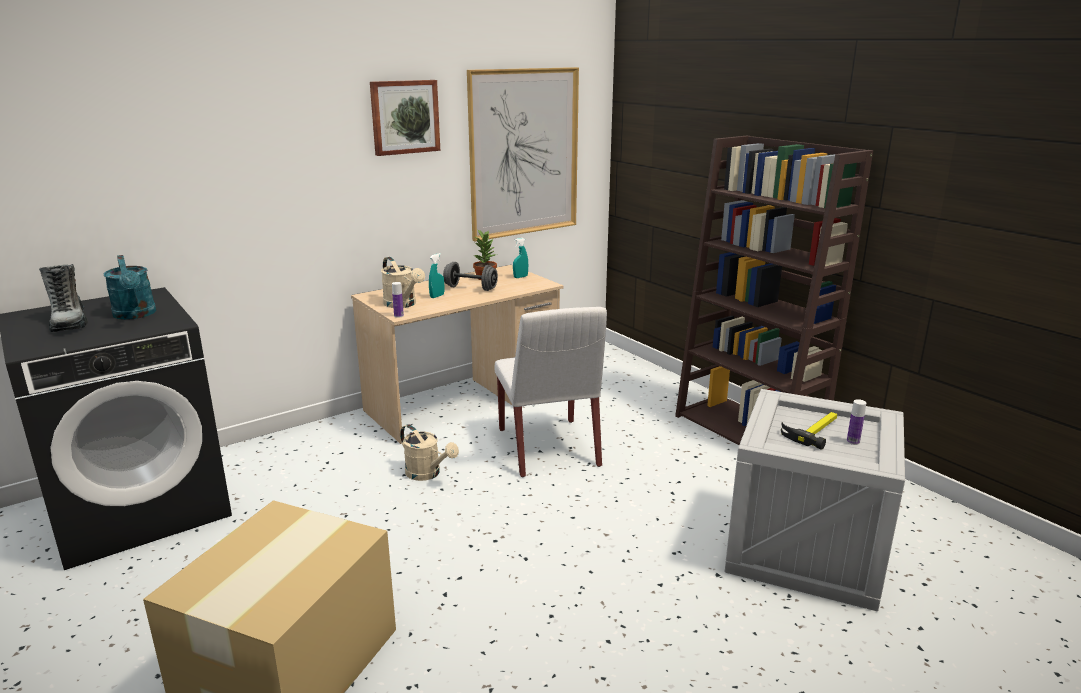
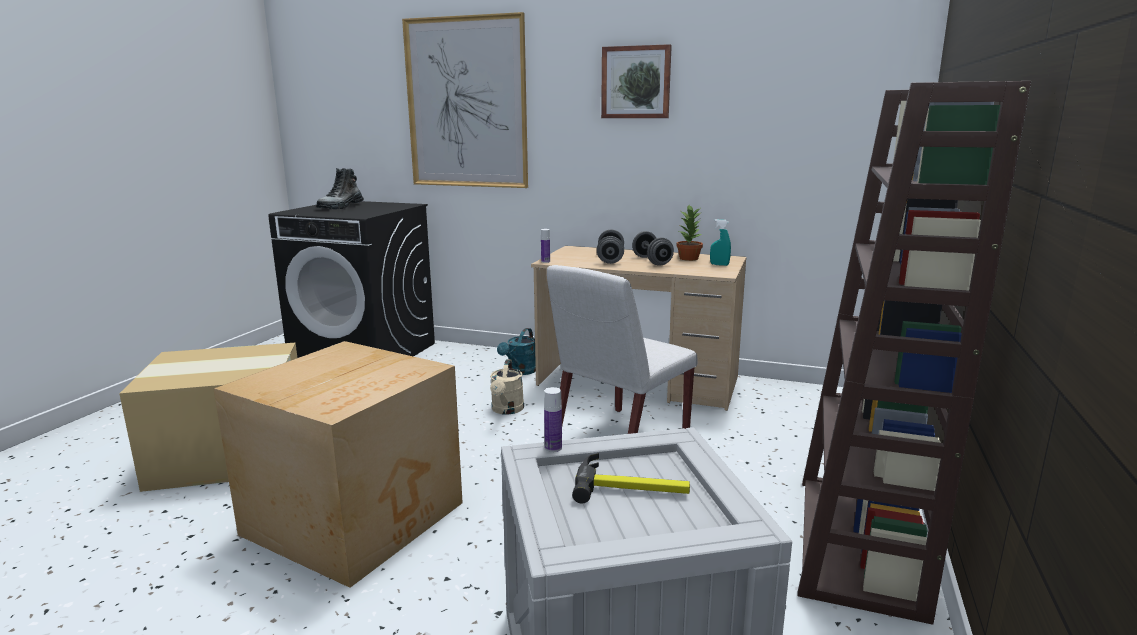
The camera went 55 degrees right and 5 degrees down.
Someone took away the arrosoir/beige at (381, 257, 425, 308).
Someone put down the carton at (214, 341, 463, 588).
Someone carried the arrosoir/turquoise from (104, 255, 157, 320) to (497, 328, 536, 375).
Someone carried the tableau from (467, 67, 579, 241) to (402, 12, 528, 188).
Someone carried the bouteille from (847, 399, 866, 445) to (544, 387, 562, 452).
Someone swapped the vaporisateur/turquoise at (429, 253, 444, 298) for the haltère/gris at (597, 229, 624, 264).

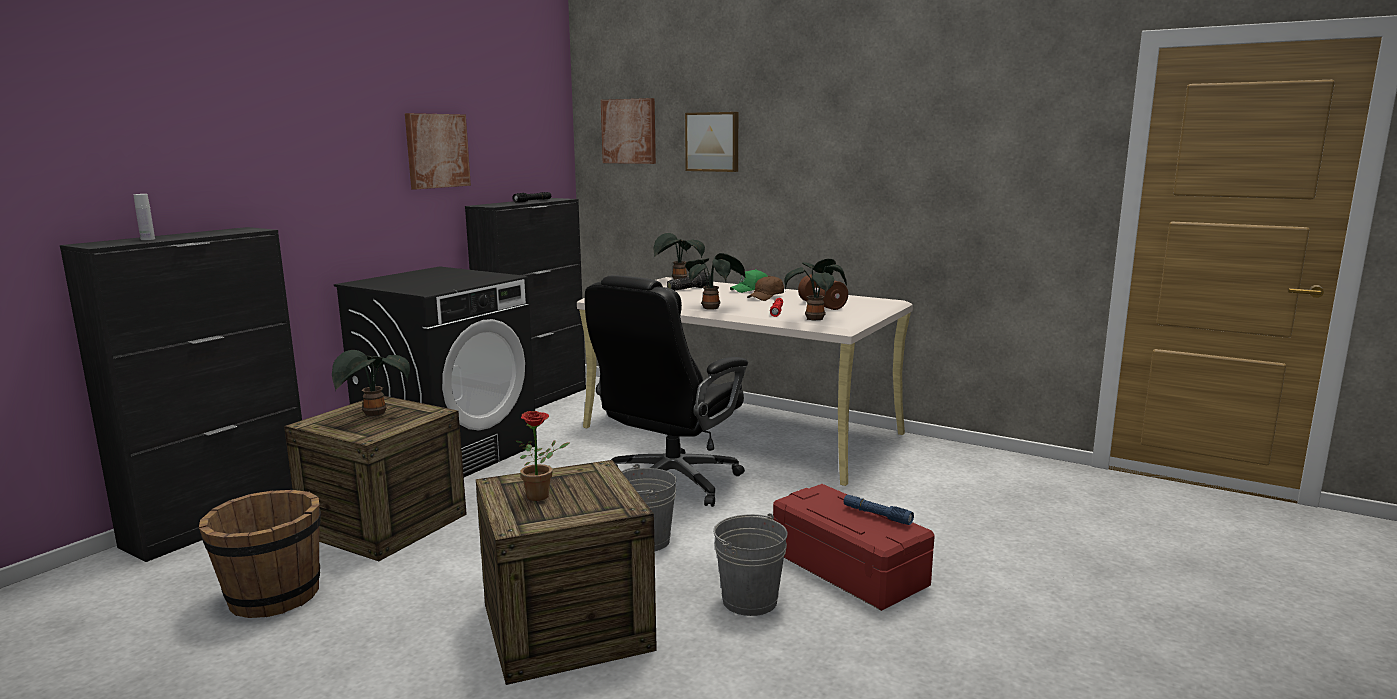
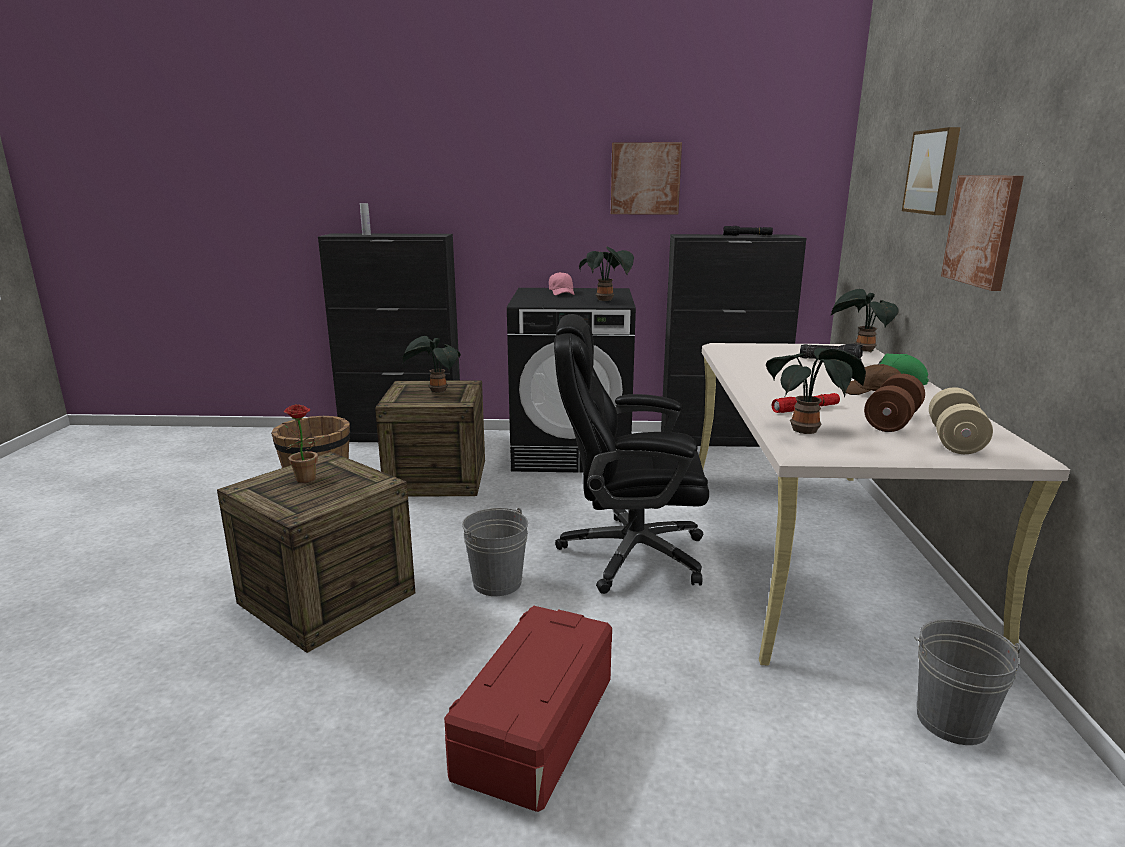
The camera went 60 degrees right and 5 degrees up.
Someone took away the lampe de poche/bleu at (844, 495, 914, 525).
Someone put down the casquette/rose at (549, 272, 574, 295).
Someone put down the haltère/beige at (929, 387, 993, 454).
Someone carried the tableau from (601, 98, 656, 164) to (941, 175, 1024, 291).
Someone carried the plante en pot from (685, 253, 745, 310) to (579, 247, 634, 301).
Someone carried the seau/gris from (713, 513, 788, 616) to (914, 619, 1021, 745).

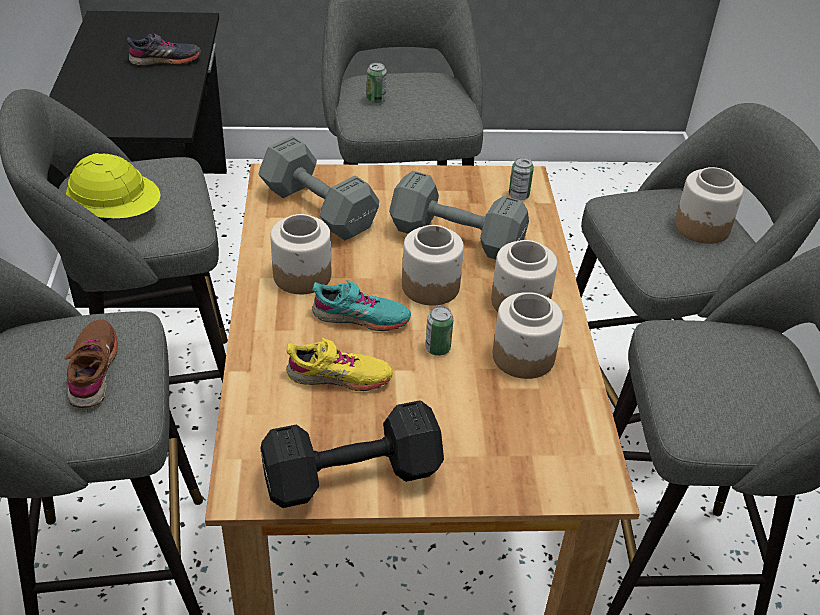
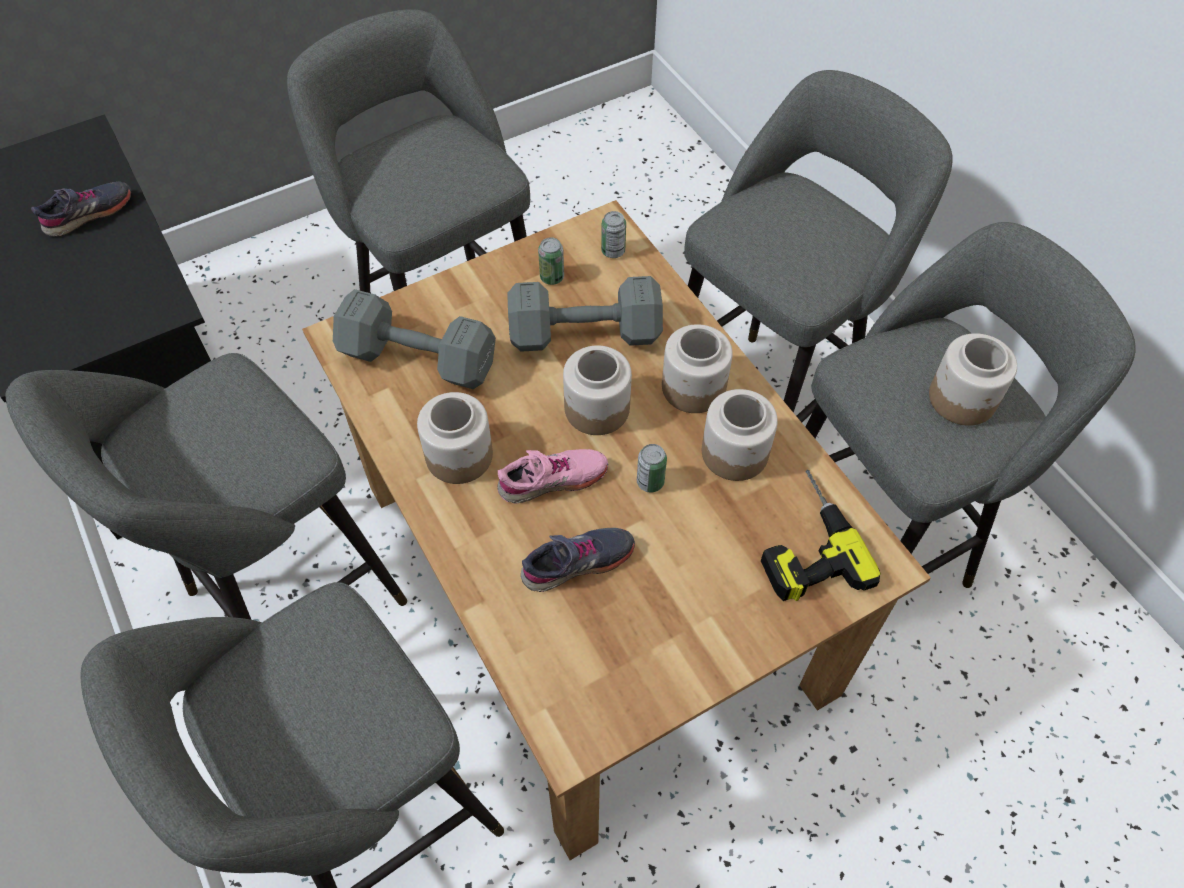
The camera went 25 degrees left and 15 degrees up.
Someone took away the chaussure/marron at (64, 319, 118, 408).
Someone took away the casque de chantier/jaune at (66, 153, 161, 222).
Someone took away the haltère/noir at (260, 400, 444, 508).
Someone put down the perceuse at (761, 470, 881, 601).
Someone carried the boîte métallique from (367, 63, 387, 103) to (538, 237, 564, 285).
Someone carried the bocal from (675, 167, 744, 244) to (929, 333, 1017, 426).
Someone repainted the chaussure/jaune at (286, 338, 393, 391), which became the chaussure/gris at (521, 528, 635, 592).
Someone repainted the chaussure/turquoise at (312, 280, 411, 331), which became the chaussure/rose at (497, 449, 608, 503).

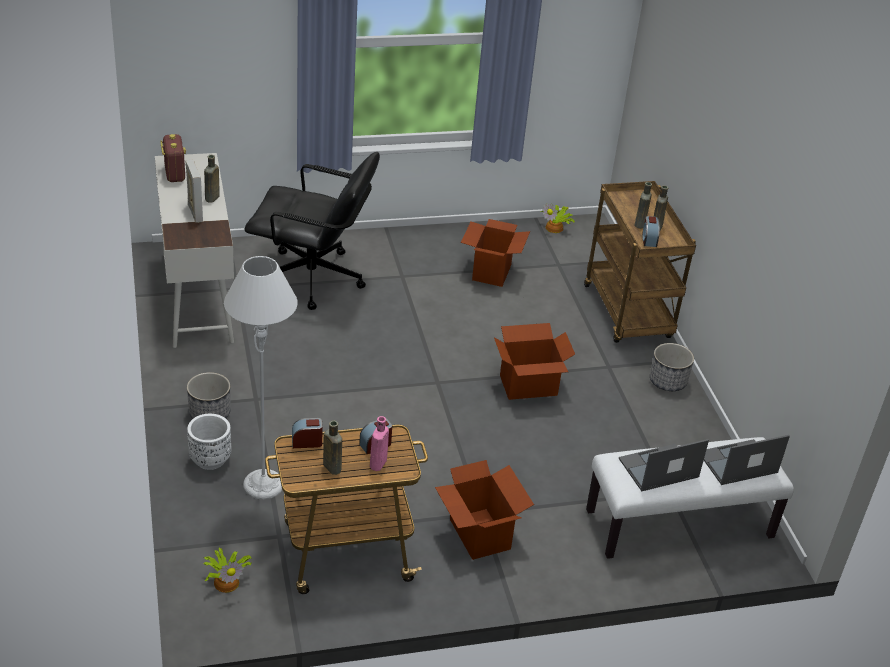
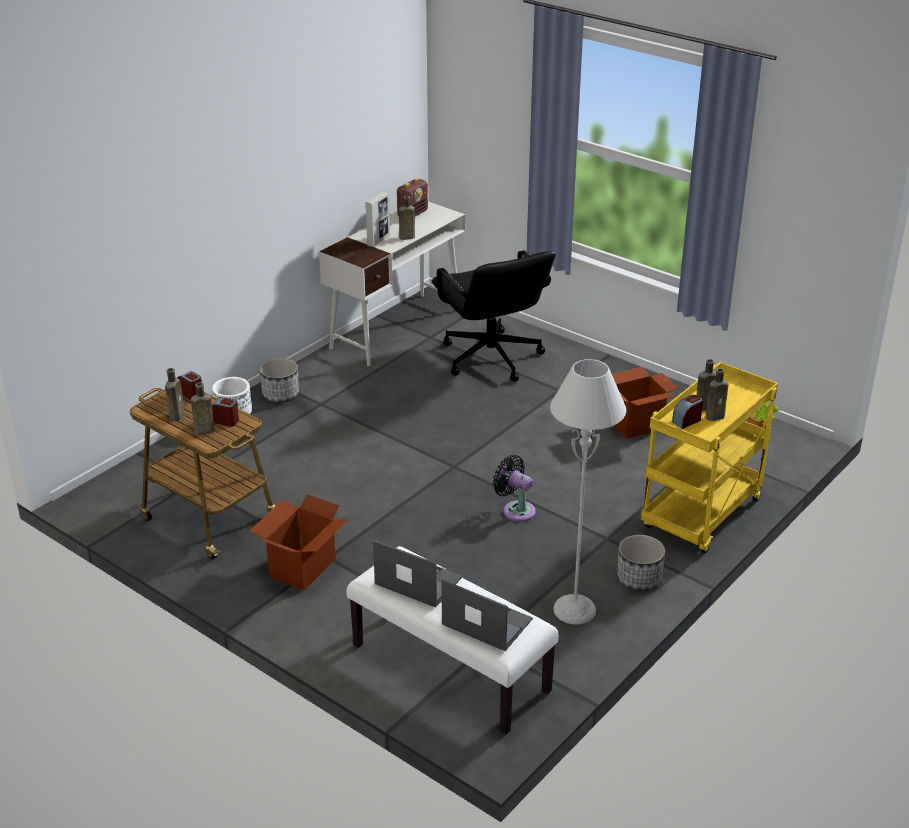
The camera went 55 degrees right and 5 degrees down.
Someone took away the plante en pot at (203, 548, 252, 593).
Someone carried the lampadaire/gris from (224, 256, 298, 500) to (550, 359, 626, 624).
Someone swapped the carton at (494, 323, 575, 400) for the ventilateur/noir at (493, 455, 536, 522).
Someone repainted the bouteille/rose at (370, 416, 389, 471), which became the bouteille/marron at (191, 382, 215, 435).
Someone repainted the chariot/marron at (584, 181, 696, 343), which became the chariot/jaune at (641, 362, 778, 553).

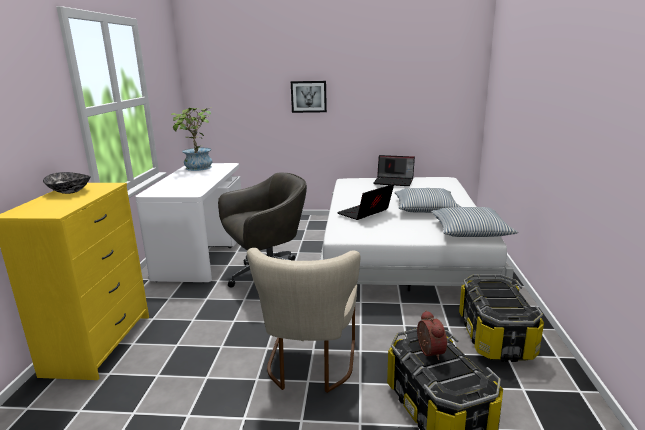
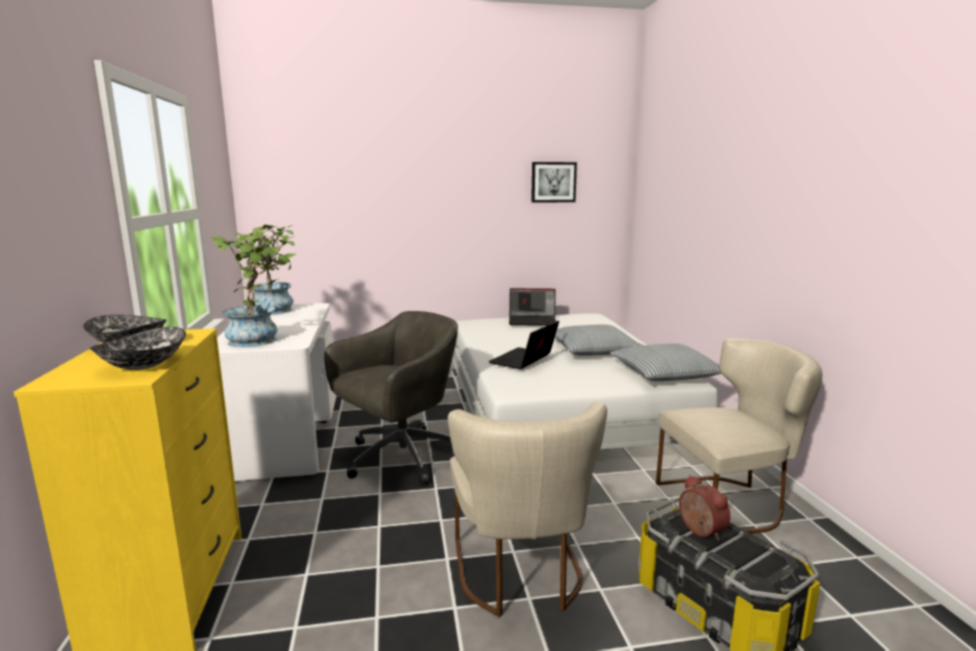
The camera went 15 degrees left and 5 degrees down.
Someone put down the bol at (90, 327, 186, 370).
Someone put down the plante en pot at (211, 231, 296, 347).
Someone carried the tableau from (291, 81, 327, 113) to (531, 162, 577, 203).
Someone swapped the boîte de rangement at (459, 274, 544, 362) for the chaise/beige at (656, 339, 822, 534).

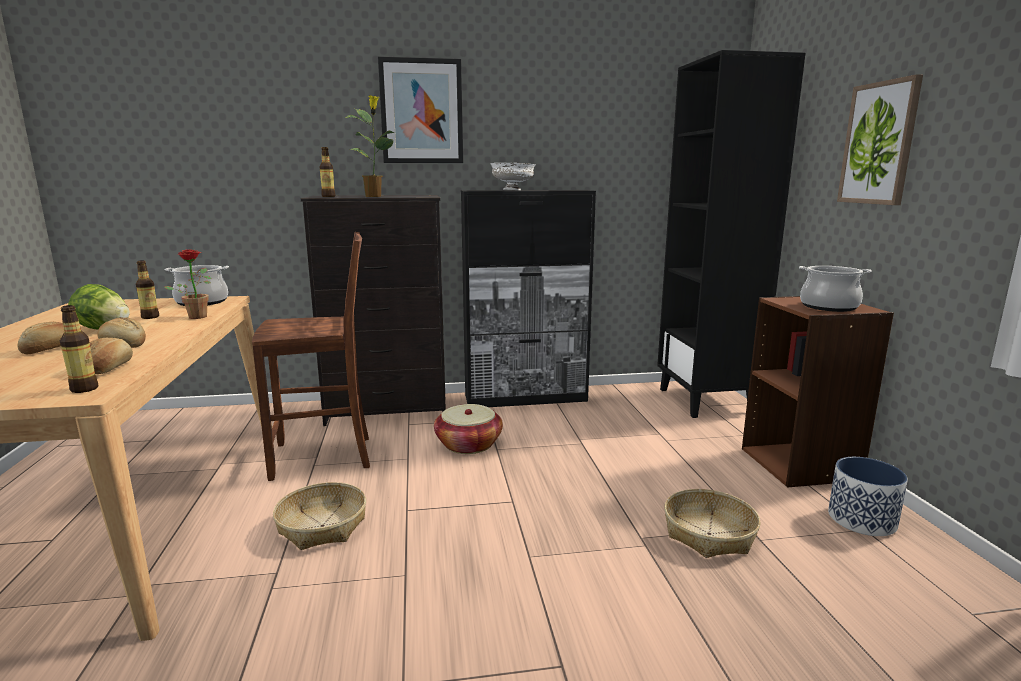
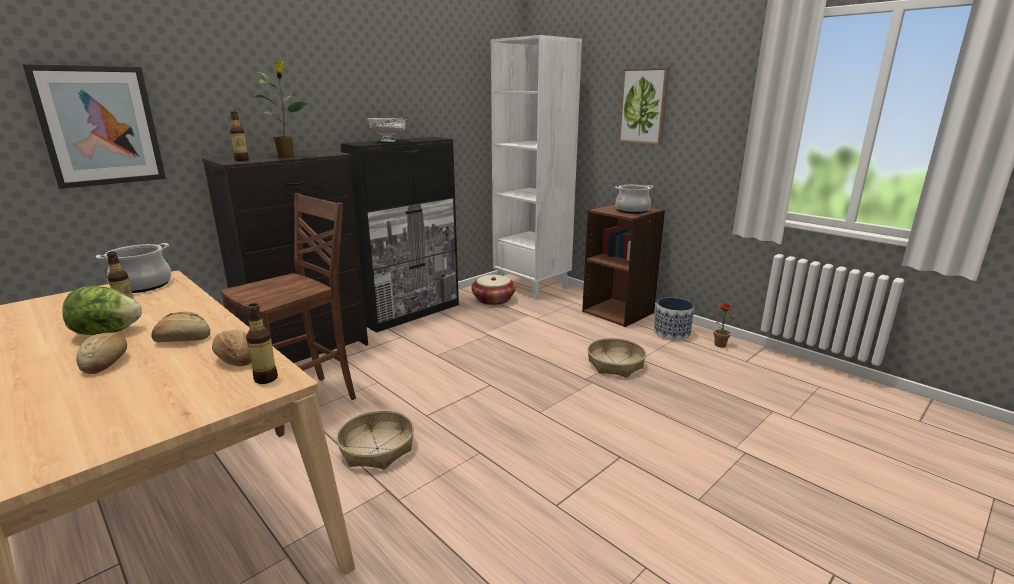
The camera went 35 degrees left and 5 degrees up.
Someone carried the plante en pot from (165, 249, 212, 319) to (708, 303, 735, 347).
Someone carried the tableau from (378, 56, 463, 163) to (22, 64, 166, 189).
Someone carried the panier from (434, 404, 503, 454) to (471, 275, 516, 305).
Someone repainted the bibliothèque/noir at (657, 50, 805, 418), which became the bibliothèque/blanc at (491, 35, 582, 300).

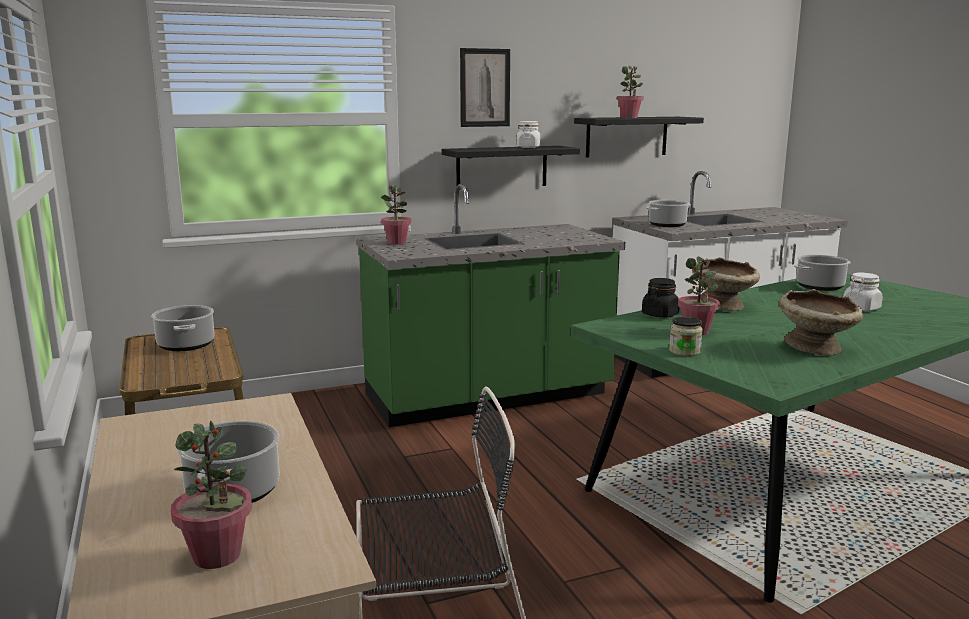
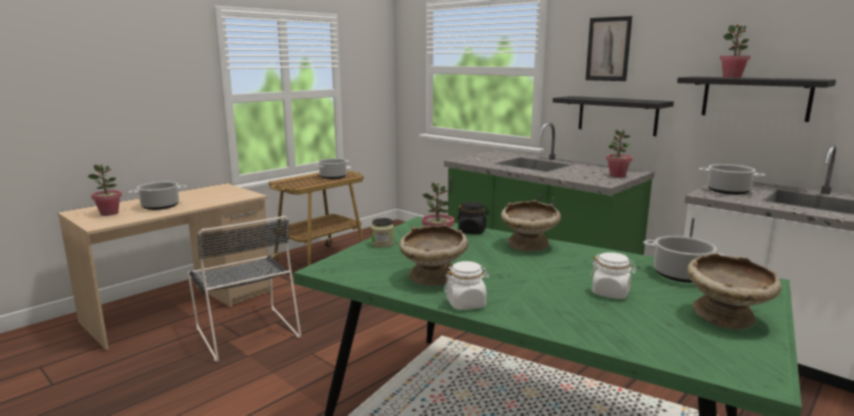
The camera went 65 degrees right and 0 degrees up.
Someone put down the bol/beige at (687, 252, 782, 329).
Someone carried the plante en pot from (381, 185, 411, 244) to (606, 129, 632, 177).
Someone carried the bocal/blanc from (517, 121, 540, 148) to (444, 261, 490, 310).

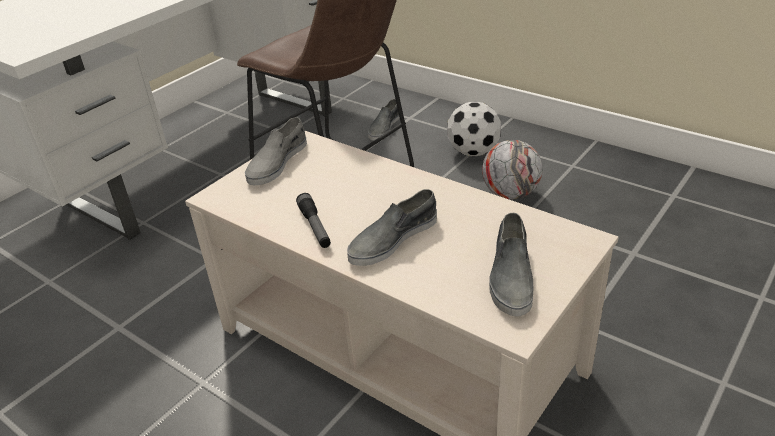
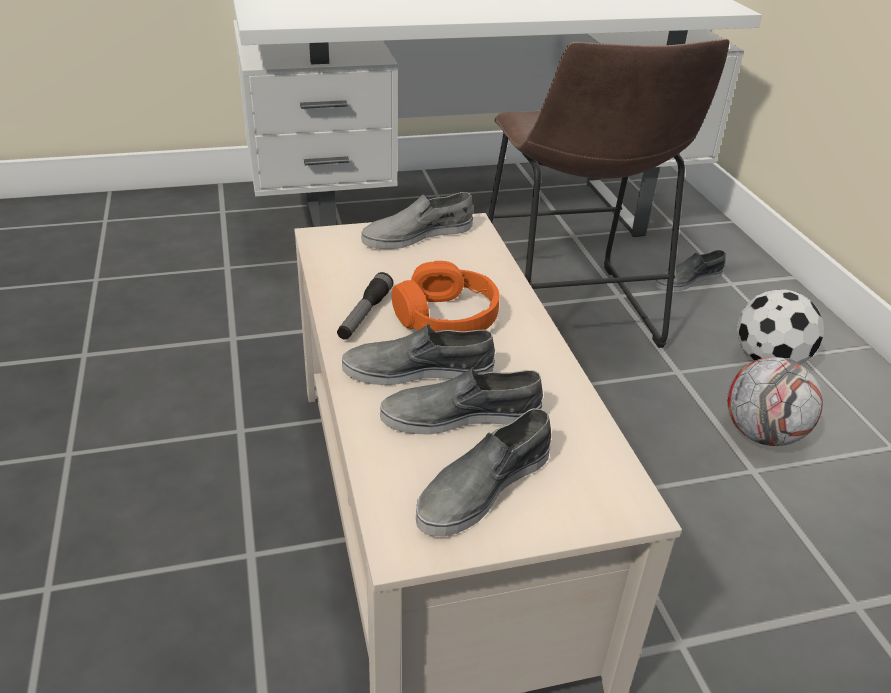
The camera went 35 degrees right and 0 degrees up.
Someone put down the chaussure/gris at (380, 367, 543, 435).
Someone put down the casque audio/orange at (392, 261, 499, 331).

